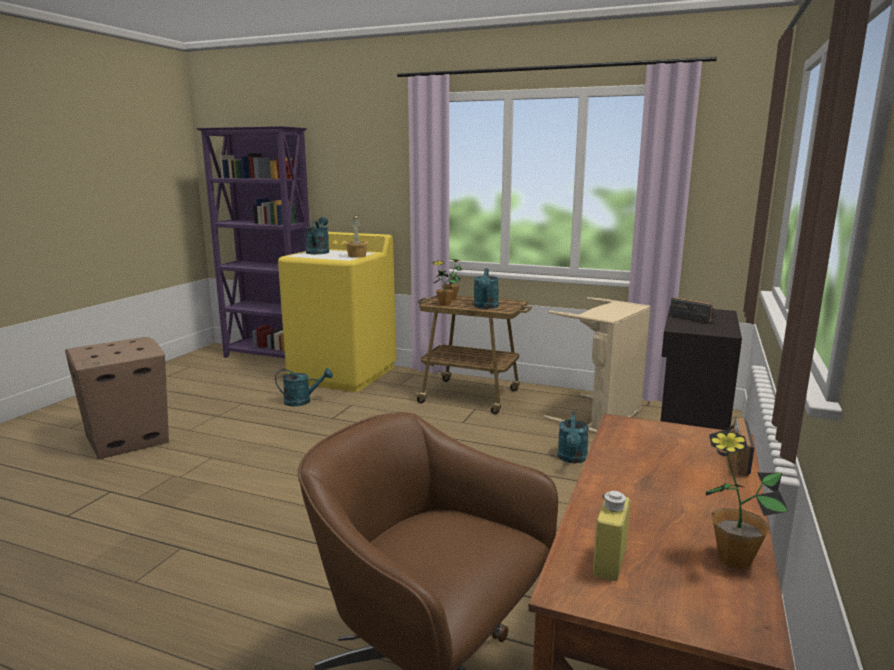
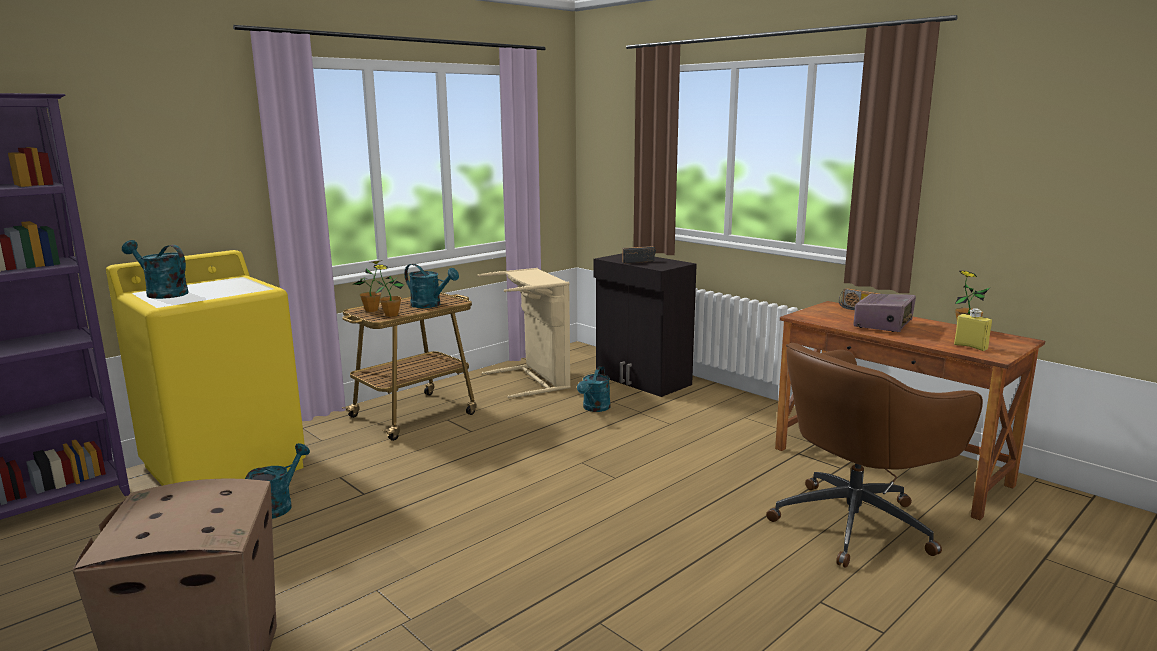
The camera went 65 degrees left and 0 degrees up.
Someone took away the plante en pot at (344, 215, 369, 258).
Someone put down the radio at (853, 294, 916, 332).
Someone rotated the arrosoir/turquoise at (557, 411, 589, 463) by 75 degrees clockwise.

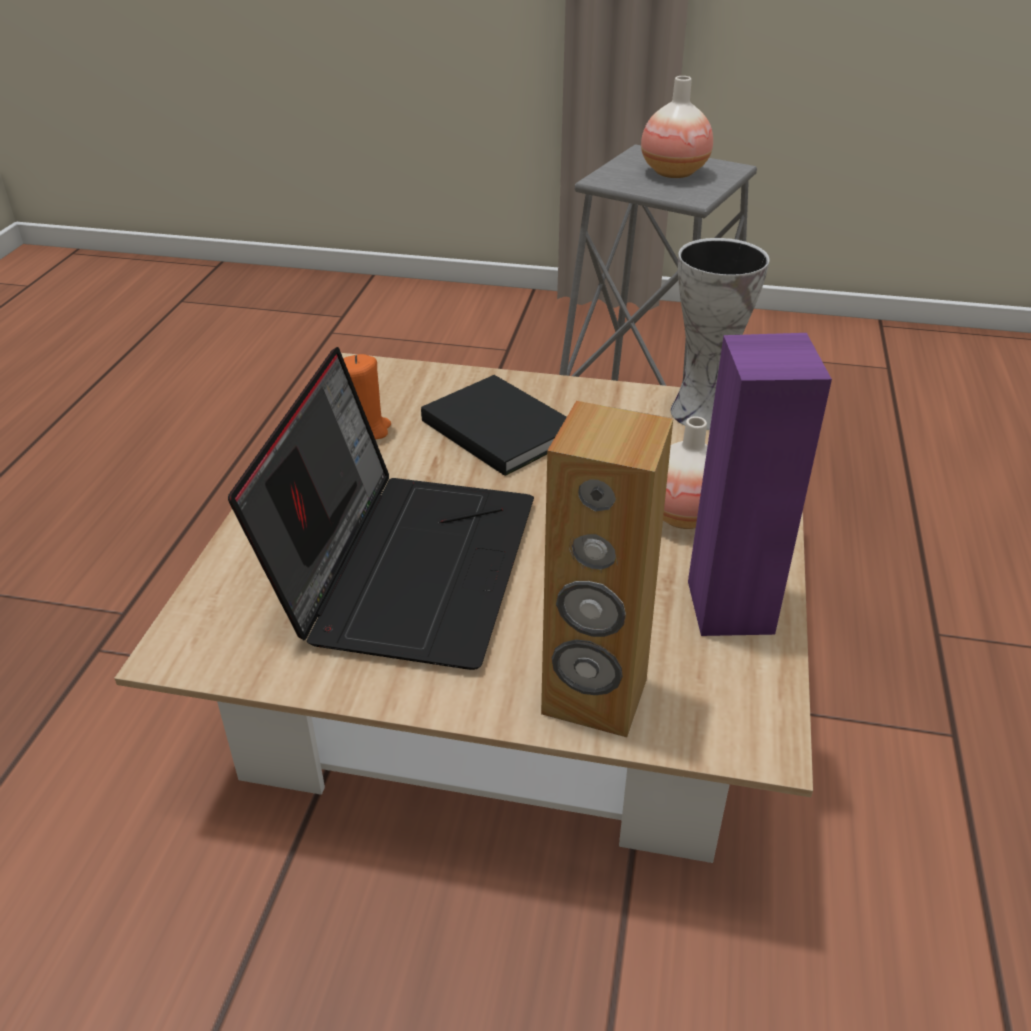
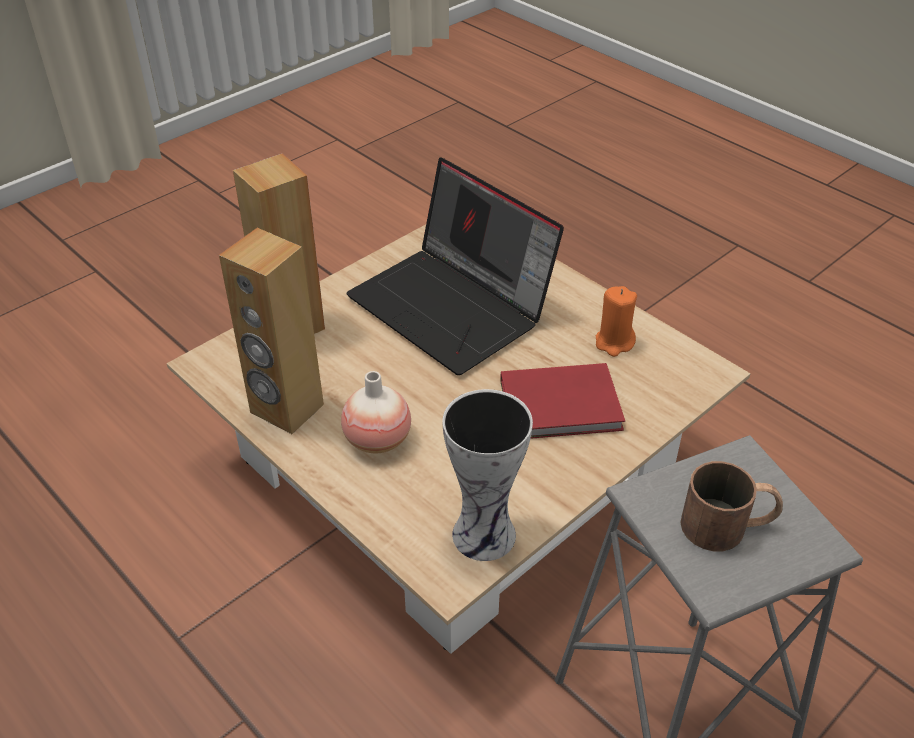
The camera went 125 degrees right and 5 degrees up.
Someone swapped the vase at (641, 76, 713, 178) for the mug/marron at (680, 461, 783, 551).
Someone repainted the livre/noir at (421, 375, 567, 476), which became the livre/rouge at (500, 363, 625, 439).
Someone repainted the enceinte/violet at (688, 333, 832, 636), which became the enceinte/marron at (219, 228, 324, 434).

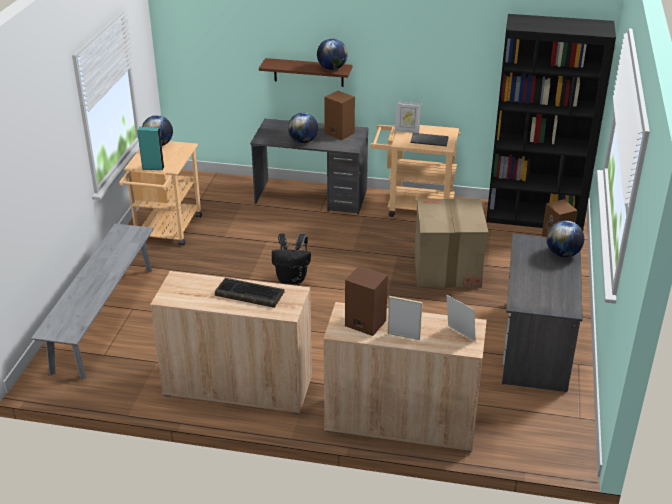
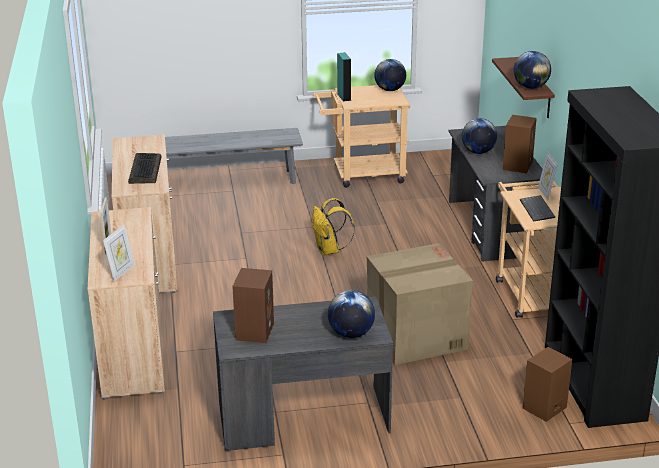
The camera went 70 degrees right and 5 degrees down.
Someone carried the enceinte/marron from (345, 266, 388, 336) to (232, 268, 274, 343).
Someone repainted the sac à dos/noir at (272, 233, 311, 284), which became the sac à dos/jaune at (312, 198, 355, 256).

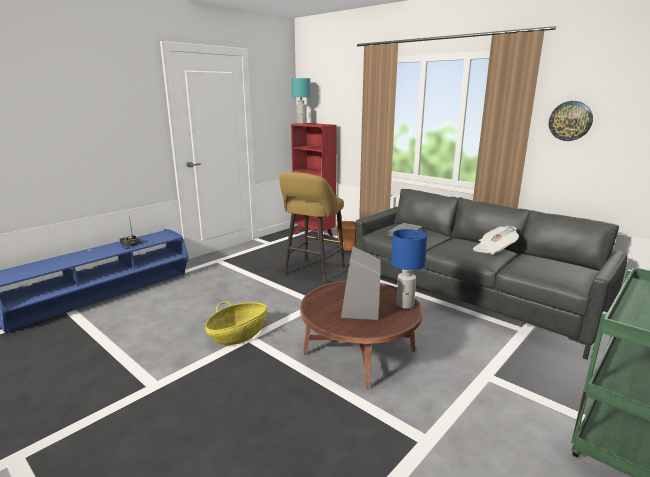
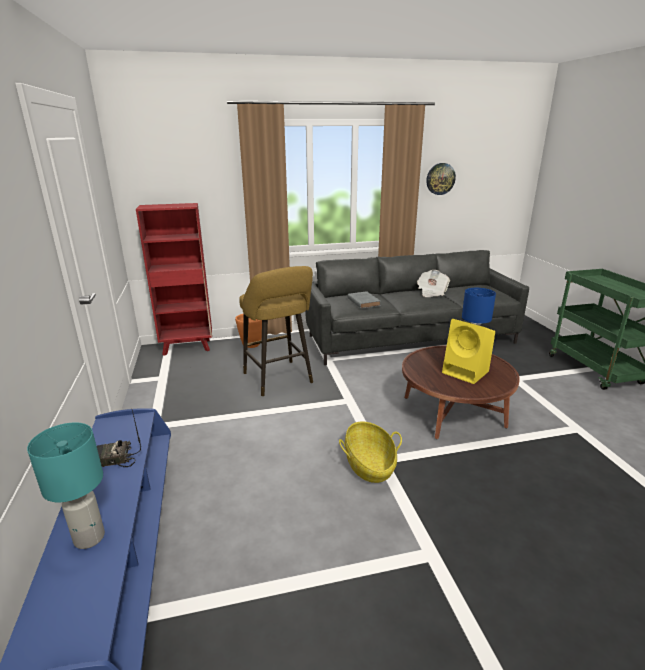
The camera went 55 degrees left and 5 degrees up.
Someone carried the lampe de table/turquoise from (291, 78, 310, 124) to (27, 423, 105, 549).
Someone repainted the enceinte/gris at (341, 246, 381, 320), which became the enceinte/jaune at (442, 319, 495, 384).

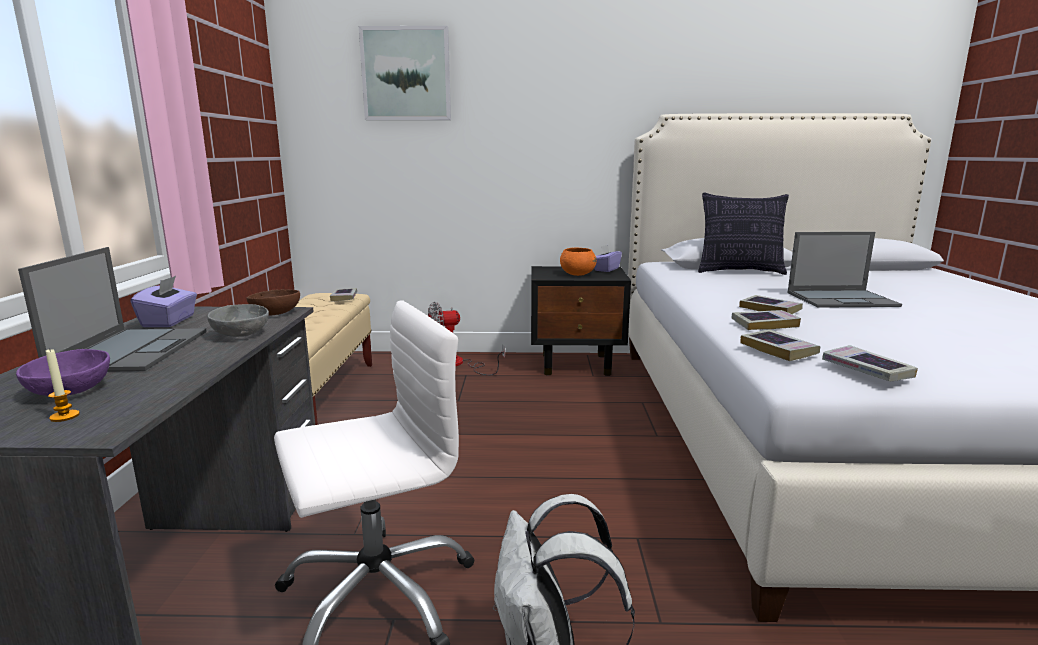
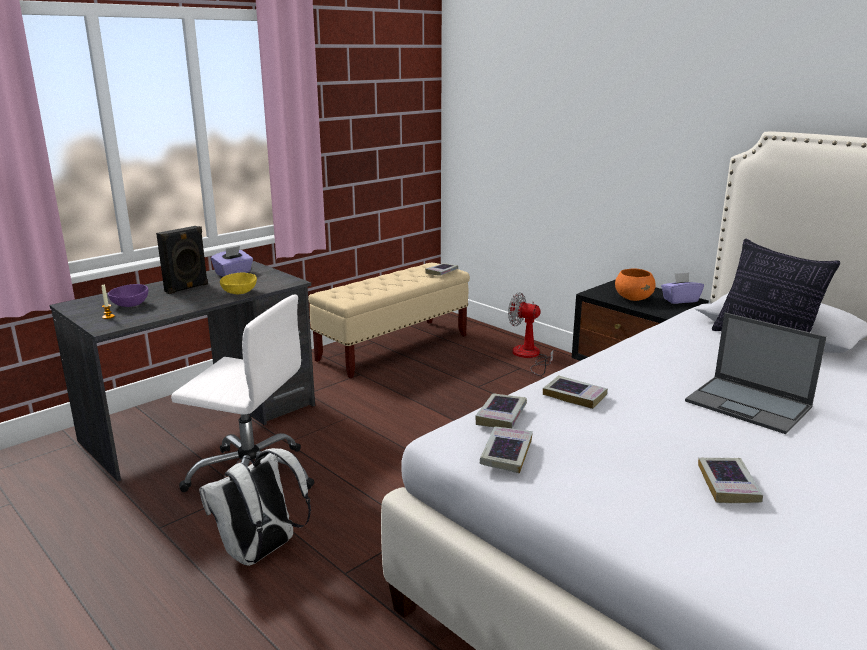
The camera went 45 degrees right and 5 degrees up.
Someone took away the bol/marron at (247, 289, 300, 316).
Someone took away the tableau at (359, 26, 451, 120).
Someone carried the livre from (739, 295, 803, 314) to (698, 458, 763, 503).
Someone swapped the ordinateur portable at (18, 247, 207, 372) for the enceinte/noir at (156, 226, 208, 294).
Someone repainted the bol/gris at (208, 304, 269, 337), which became the bol/jaune at (220, 272, 257, 294).

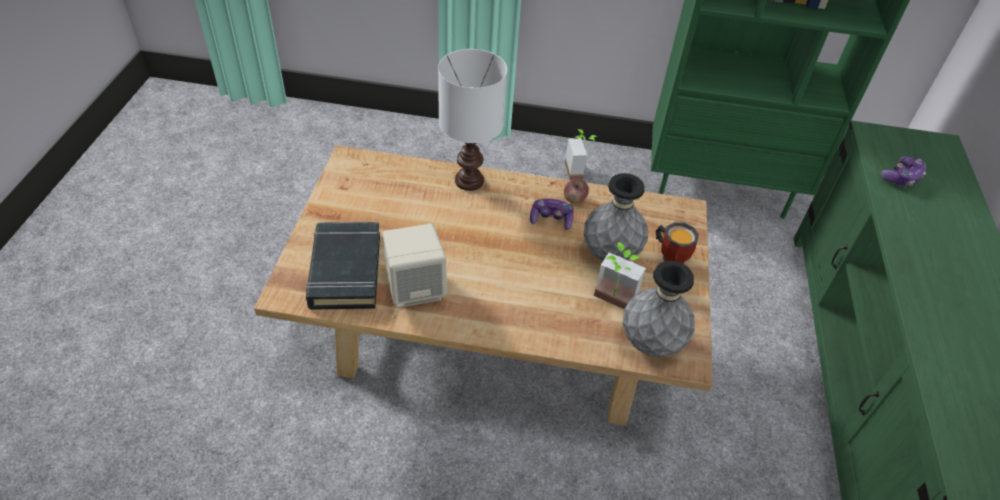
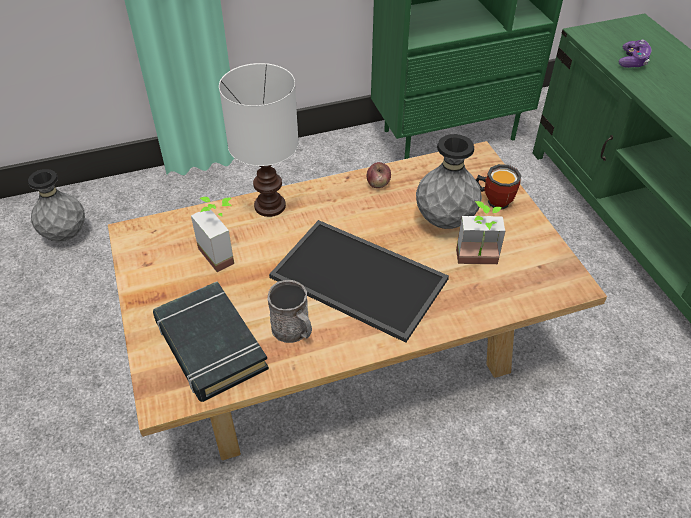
The camera went 25 degrees left and 0 degrees up.
Someone took away the manette at (530, 198, 573, 230).
Someone put down the plateau at (269, 220, 449, 343).
Someone carried the plante en pot from (565, 129, 597, 180) to (191, 197, 234, 272).
Someone carried the vase/gris from (623, 261, 695, 357) to (28, 169, 85, 241).
Someone swapped the enceinte/beige at (383, 224, 447, 308) for the mug/gris at (267, 280, 312, 343).

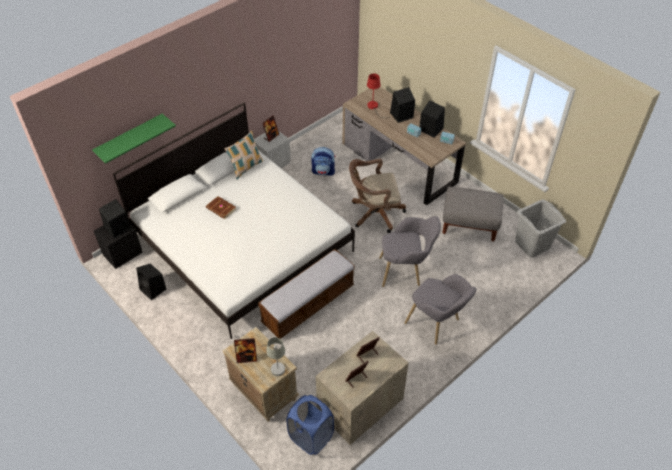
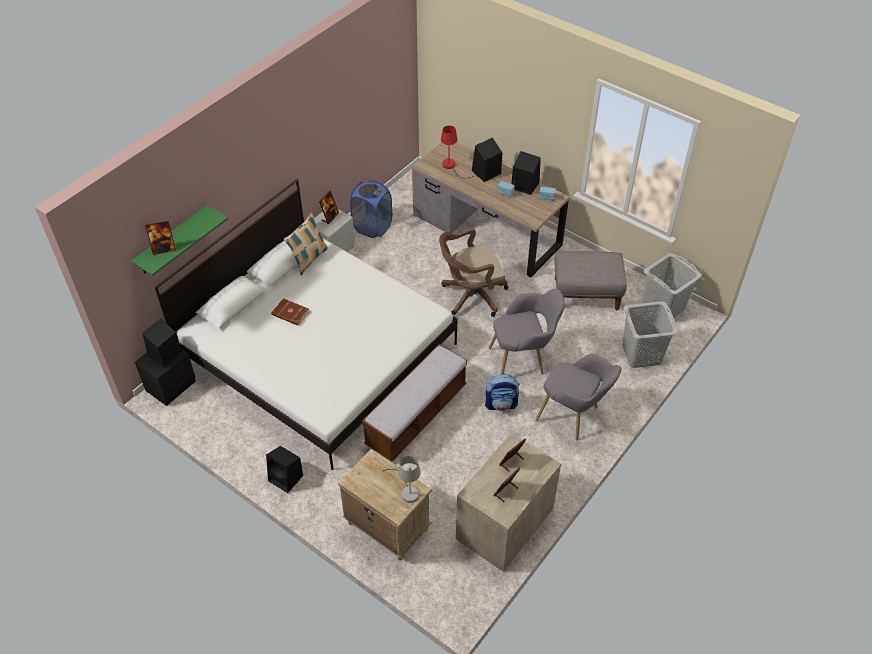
The camera went 10 degrees left and 0 degrees up.
Someone put down the panier à linge/gris at (622, 301, 678, 368).
Someone carried the enceinte/noir from (136, 264, 166, 300) to (266, 446, 303, 493).
Someone carried the cadre photo from (234, 338, 257, 363) to (145, 220, 176, 255).
Someone carried the panier à linge/bleu from (286, 395, 334, 455) to (350, 180, 392, 238).
Someone carried the sac à dos from (311, 147, 335, 176) to (485, 374, 520, 411).

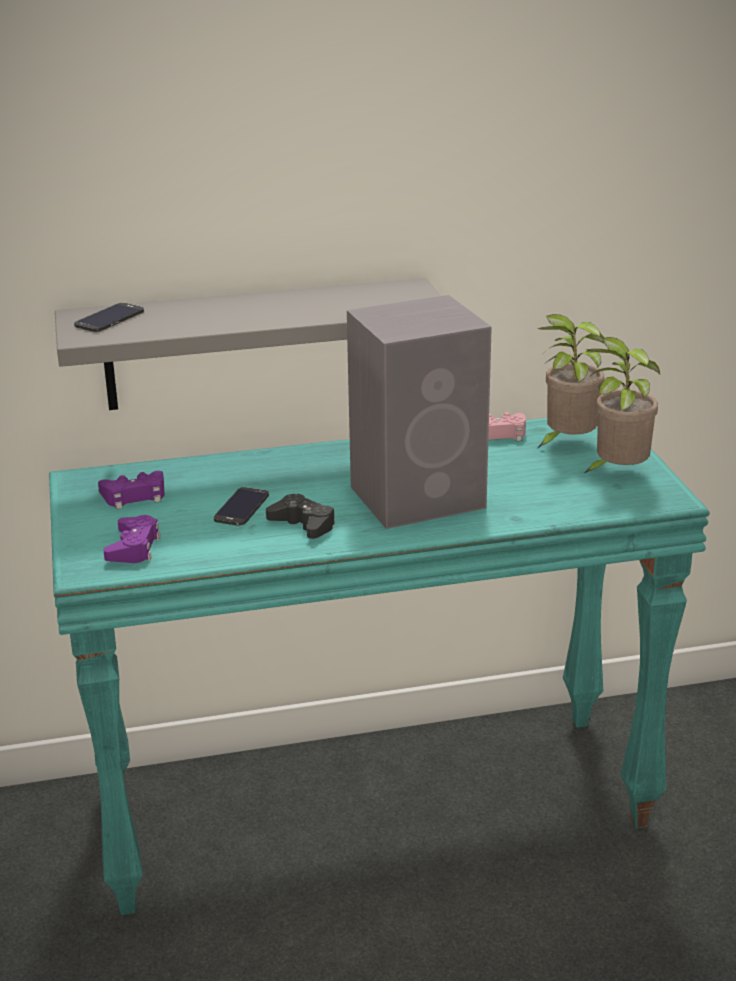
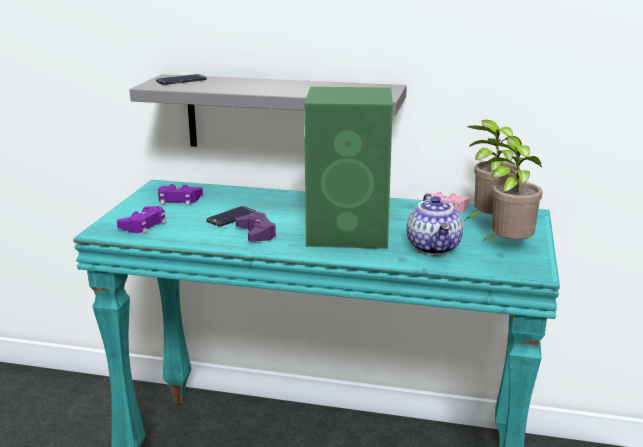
The camera went 25 degrees right and 5 degrees down.
Someone put down the théière at (407, 194, 463, 255).
Someone repainted the manette/noir at (266, 494, 335, 539), which became the manette/violet at (236, 212, 277, 242).
Someone repainted the enceinte/gris at (347, 295, 492, 529), which became the enceinte/vert at (304, 87, 393, 249).

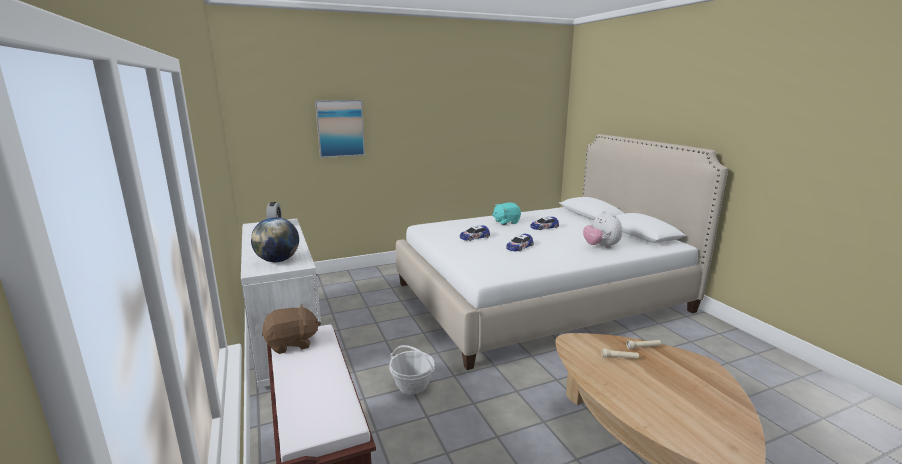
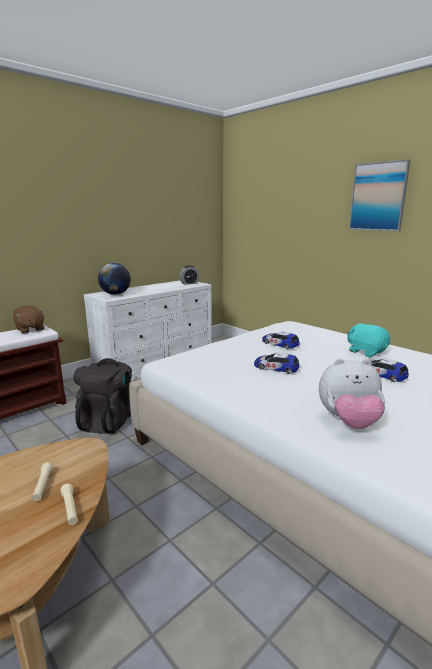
The camera went 70 degrees right and 0 degrees up.
Someone carried the tableau from (315, 100, 365, 158) to (349, 159, 411, 231).
Someone swapped the panier at (389, 345, 435, 395) for the sac à dos/noir at (74, 358, 132, 434).
Someone rotated the peluche at (583, 211, 623, 248) by 135 degrees counterclockwise.

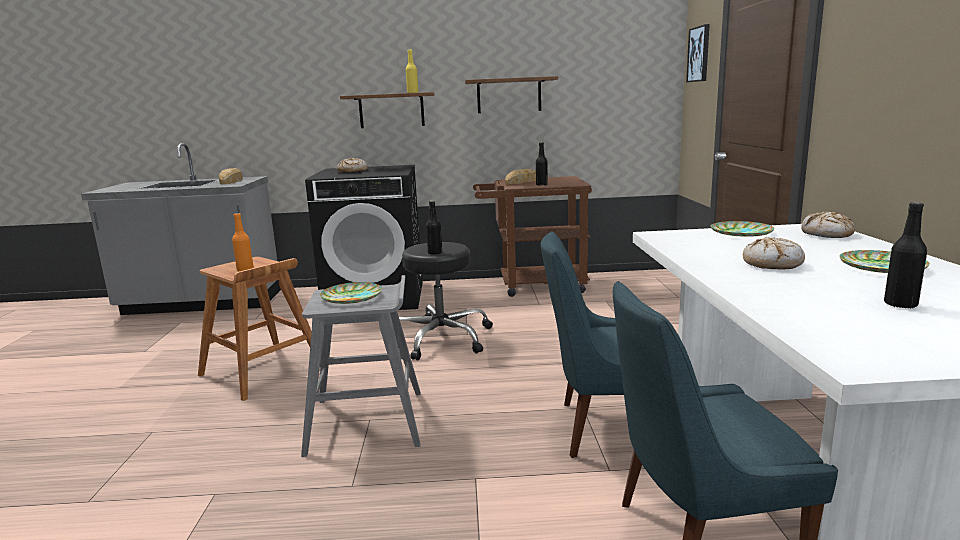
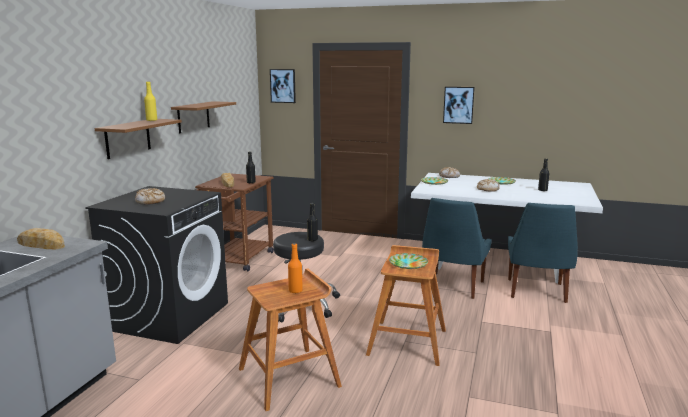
The camera went 70 degrees left and 0 degrees up.
Someone put up the tableau at (443, 86, 475, 124).
Someone repainted the tabouret/gris at (301, 275, 421, 457), which became the tabouret/marron at (366, 245, 446, 366).

